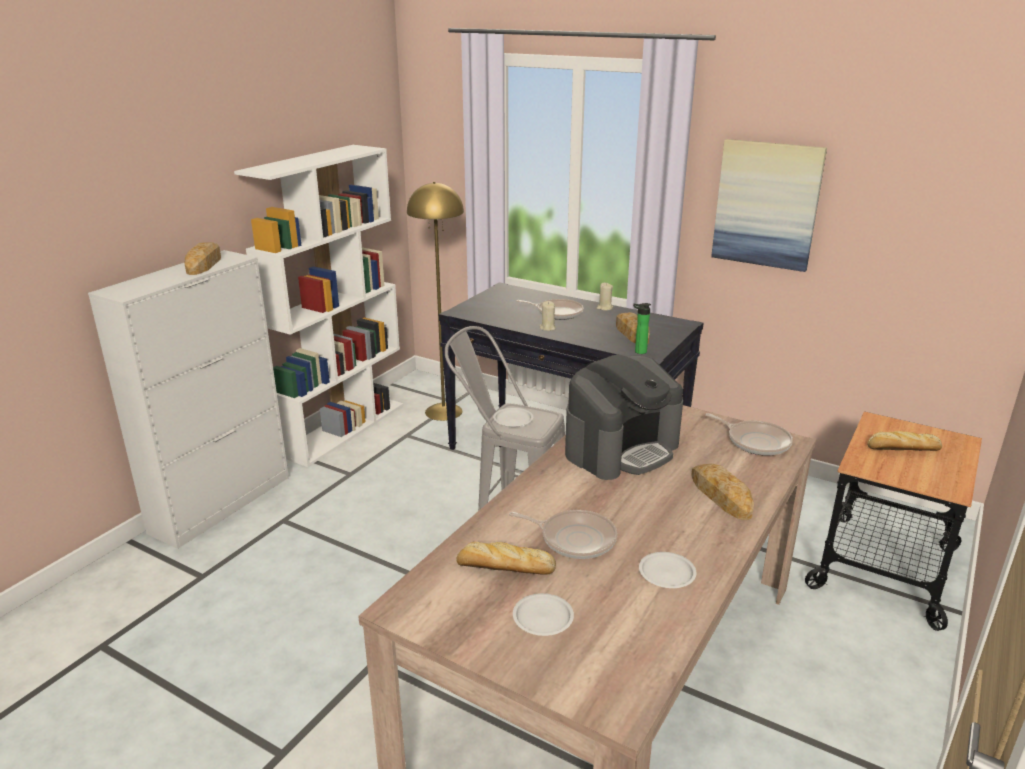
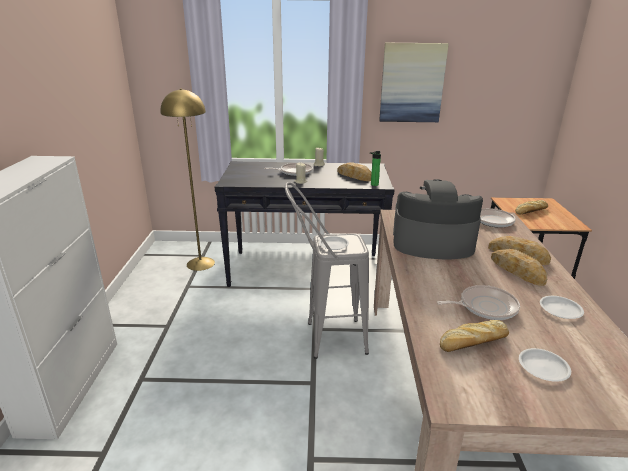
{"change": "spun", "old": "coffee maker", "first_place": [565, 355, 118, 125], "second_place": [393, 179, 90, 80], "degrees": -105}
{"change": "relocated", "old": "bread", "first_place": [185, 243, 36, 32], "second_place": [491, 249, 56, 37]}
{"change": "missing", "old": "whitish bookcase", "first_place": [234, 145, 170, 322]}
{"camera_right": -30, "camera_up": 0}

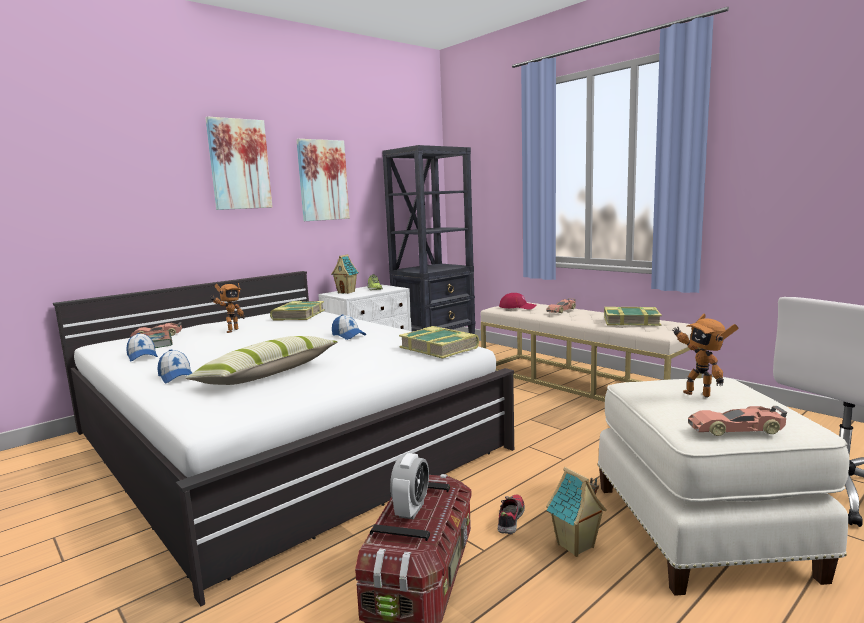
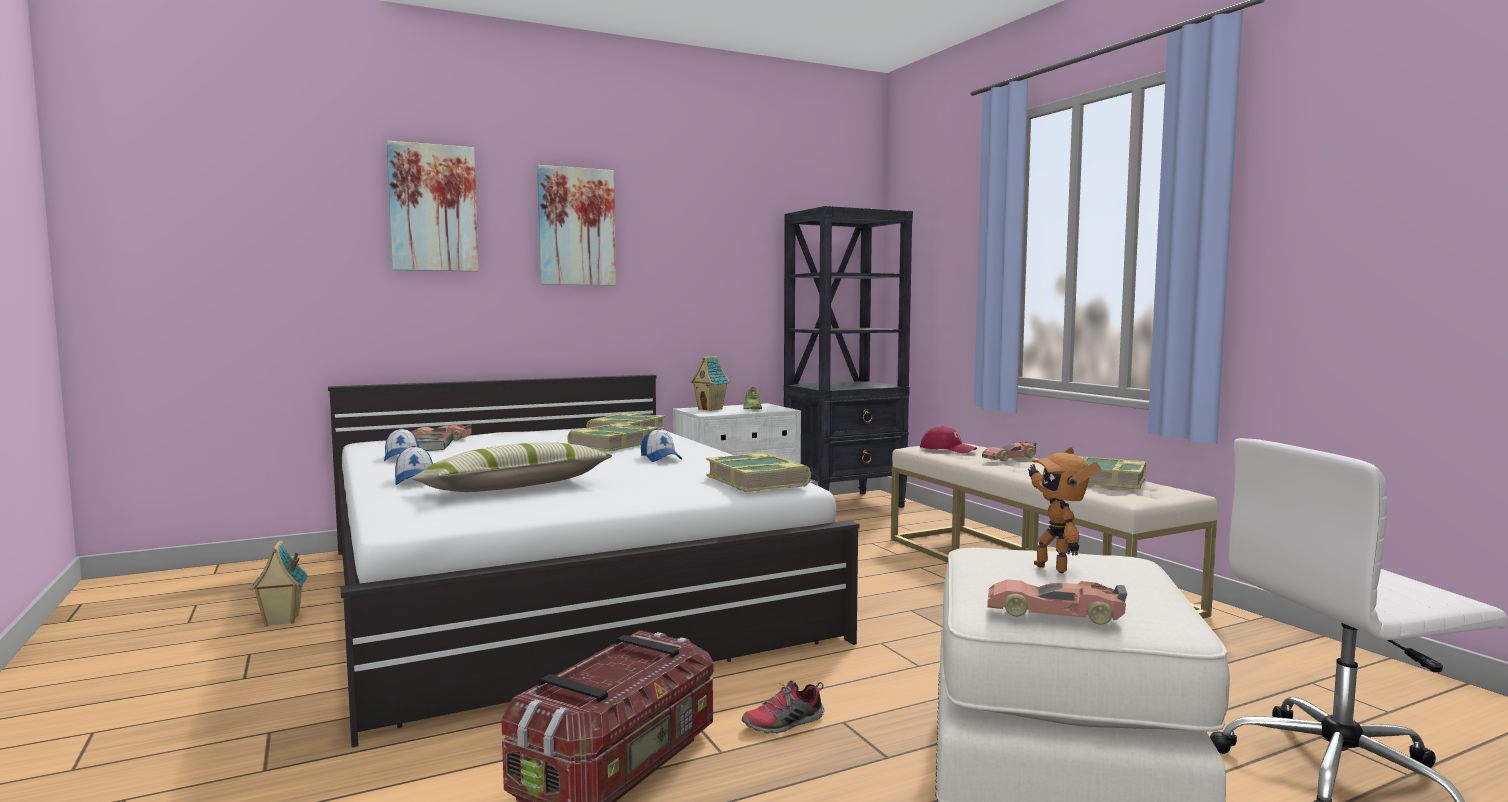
{"change": "relocated", "old": "model house", "first_place": [546, 467, 61, 90], "second_place": [250, 540, 58, 87]}
{"change": "relocated", "old": "picture", "first_place": [296, 139, 54, 82], "second_place": [386, 141, 93, 131]}
{"change": "appeared", "new": "book", "second_place": [567, 423, 91, 29]}
{"change": "spun", "old": "shoe", "first_place": [498, 495, 27, 39], "second_place": [742, 681, 82, 53], "degrees": -150}
{"change": "missing", "old": "robot figure", "first_place": [211, 283, 34, 50]}
{"change": "missing", "old": "alarm clock", "first_place": [390, 453, 39, 66]}
{"camera_right": 15, "camera_up": -5}

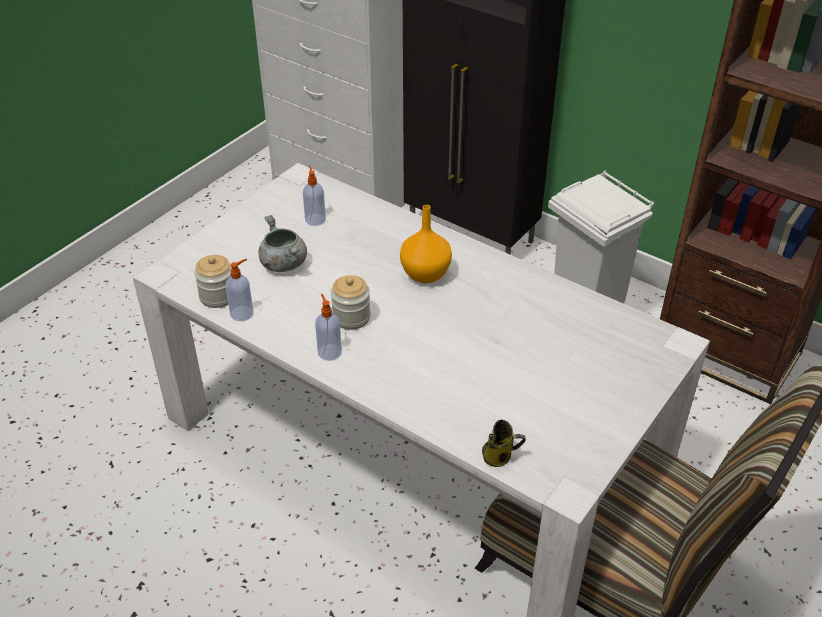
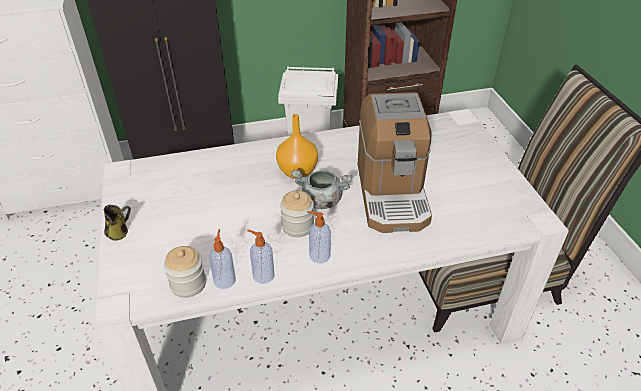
{"change": "relocated", "old": "coffee mug", "first_place": [482, 420, 44, 47], "second_place": [104, 205, 27, 36]}
{"change": "relocated", "old": "soap bottle", "first_place": [303, 165, 23, 61], "second_place": [247, 230, 28, 54]}
{"change": "relocated", "old": "greyish saucepot", "first_place": [258, 215, 49, 57], "second_place": [291, 170, 61, 39]}
{"change": "appeared", "new": "coffee maker", "second_place": [358, 92, 74, 141]}
{"camera_right": -50, "camera_up": 0}

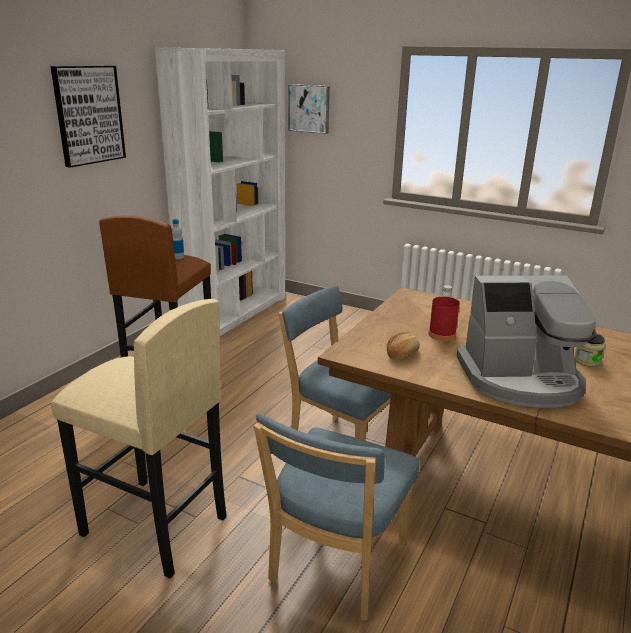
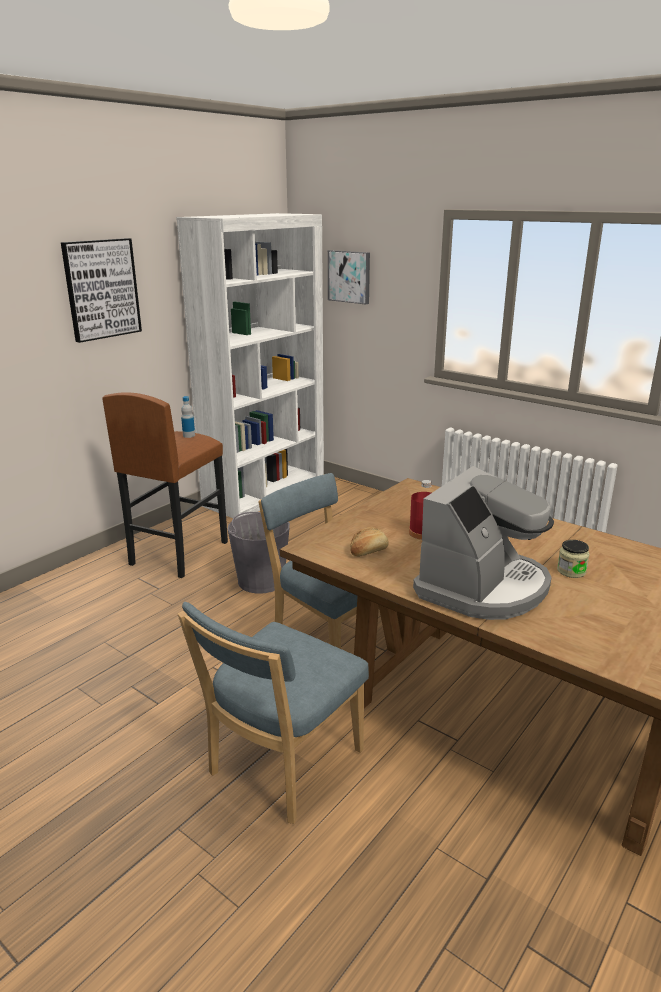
{"change": "appeared", "new": "greyish bucket", "second_place": [228, 512, 62, 82]}
{"change": "spun", "old": "coffee maker", "first_place": [457, 276, 140, 132], "second_place": [413, 466, 141, 154], "degrees": -60}
{"change": "missing", "old": "beige stool", "first_place": [51, 299, 176, 279]}
{"camera_right": 10, "camera_up": 0}

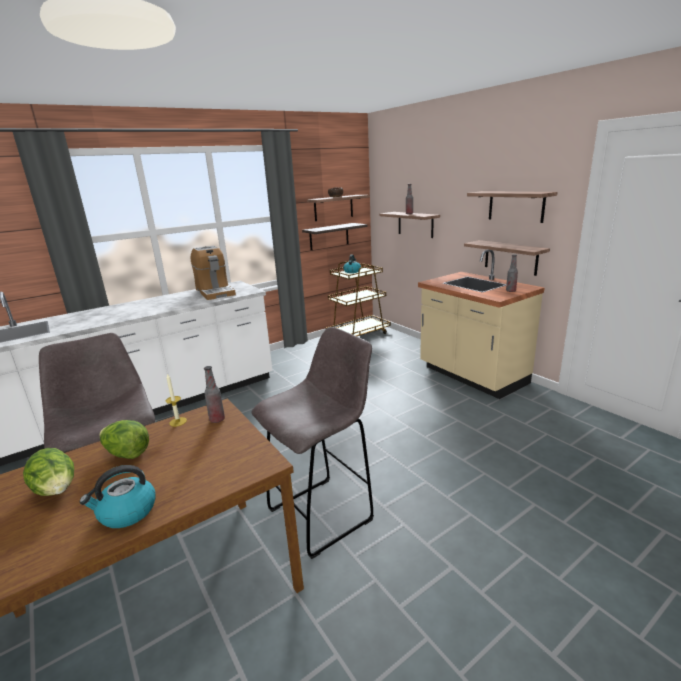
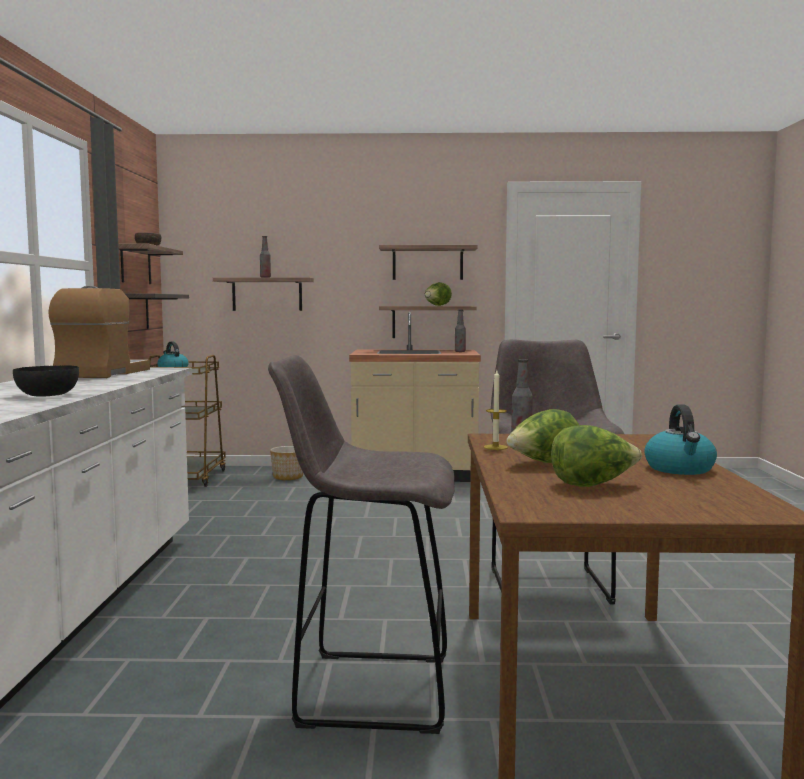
{"change": "appeared", "new": "black bowl", "second_place": [13, 366, 66, 30]}
{"change": "spun", "old": "coffee maker", "first_place": [191, 246, 45, 54], "second_place": [49, 286, 101, 92], "degrees": -90}
{"change": "appeared", "new": "flower pot", "second_place": [270, 446, 34, 34]}
{"change": "appeared", "new": "head of lettuce", "second_place": [425, 282, 27, 24]}
{"camera_right": -55, "camera_up": -15}

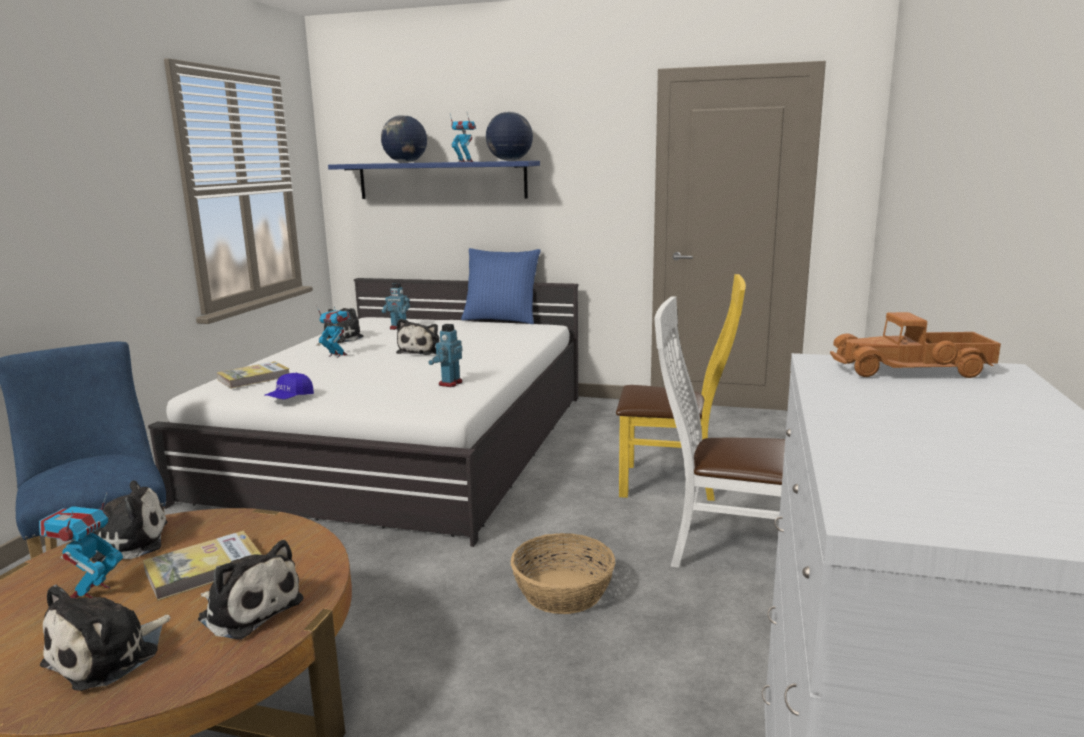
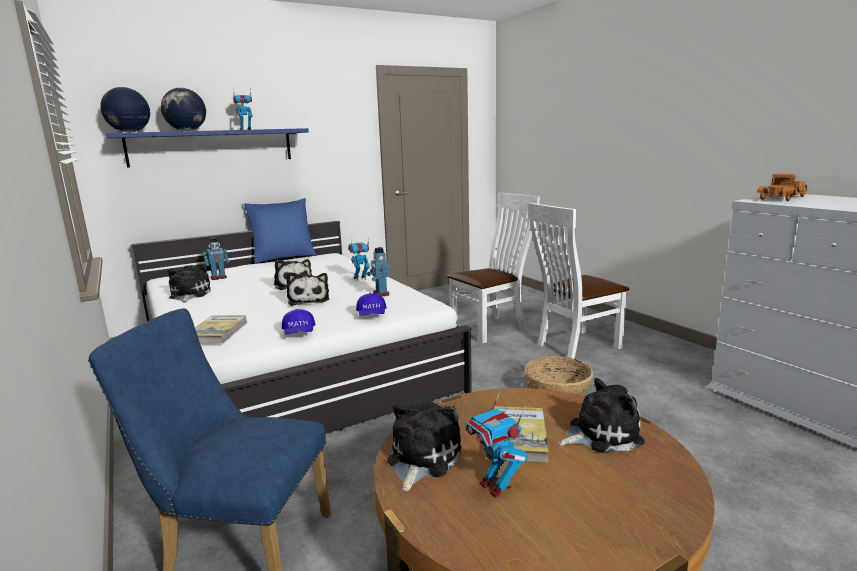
{"change": "relocated", "old": "desk globe", "first_place": [486, 112, 47, 49], "second_place": [100, 87, 50, 46]}
{"change": "relocated", "old": "cuddly toy", "first_place": [40, 585, 131, 106], "second_place": [286, 272, 43, 34]}
{"change": "relocated", "old": "robot figure", "first_place": [316, 306, 34, 52], "second_place": [348, 238, 22, 43]}
{"change": "appeared", "new": "blue baseball cap", "second_place": [356, 293, 31, 23]}
{"change": "colour", "old": "yellow chair", "new": "whitish chair", "first_place": [616, 274, 130, 227], "second_place": [447, 193, 93, 151]}
{"camera_right": -45, "camera_up": 0}

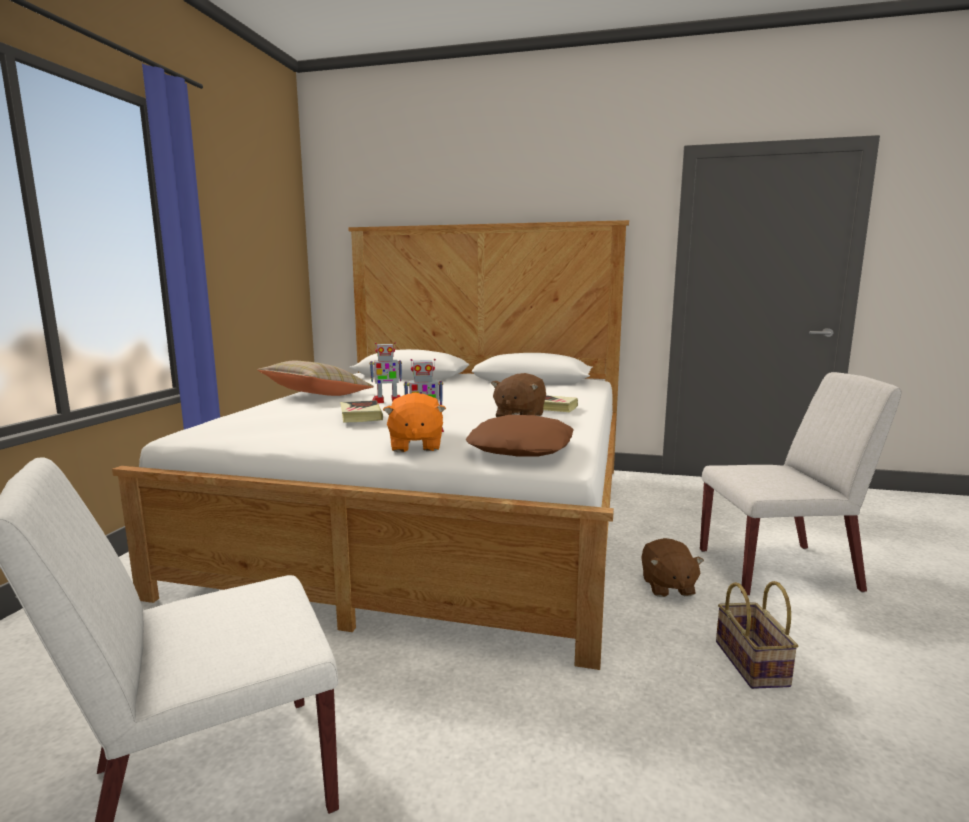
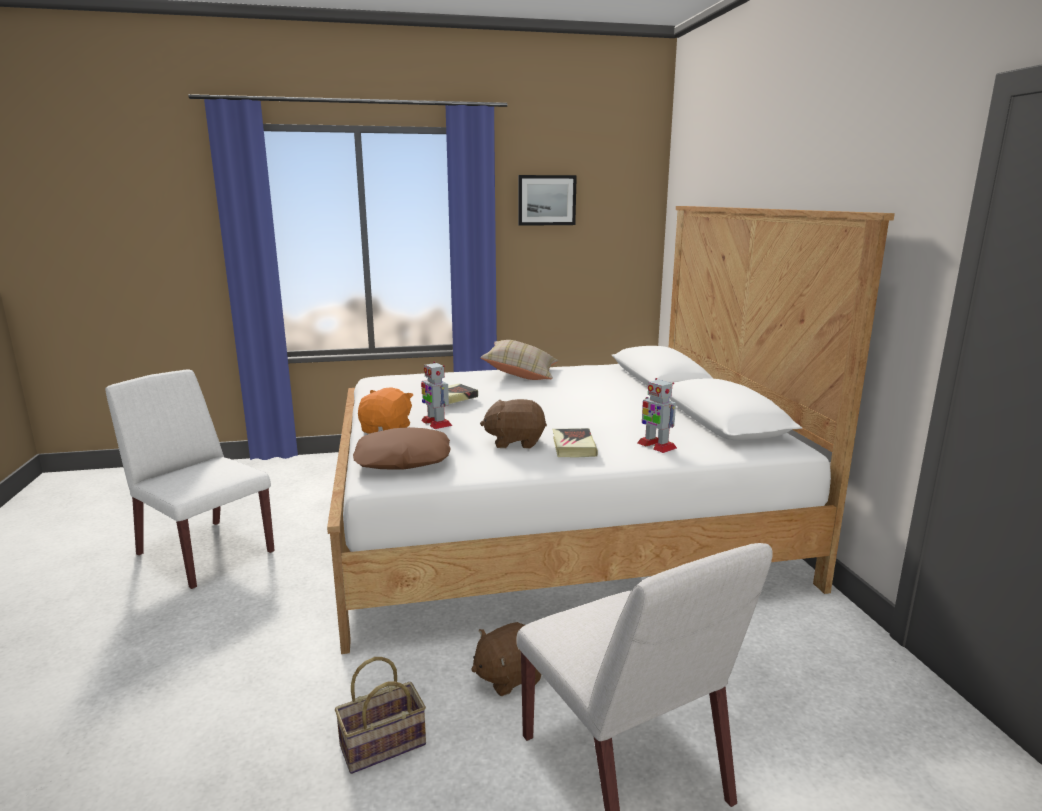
{"change": "spun", "old": "orange-coloured cuddly toy", "first_place": [383, 393, 63, 59], "second_place": [358, 387, 55, 47], "degrees": 135}
{"change": "appeared", "new": "picture", "second_place": [518, 175, 59, 51]}
{"change": "relocated", "old": "robot figure", "first_place": [370, 342, 32, 61], "second_place": [637, 378, 40, 75]}
{"camera_right": 65, "camera_up": 5}

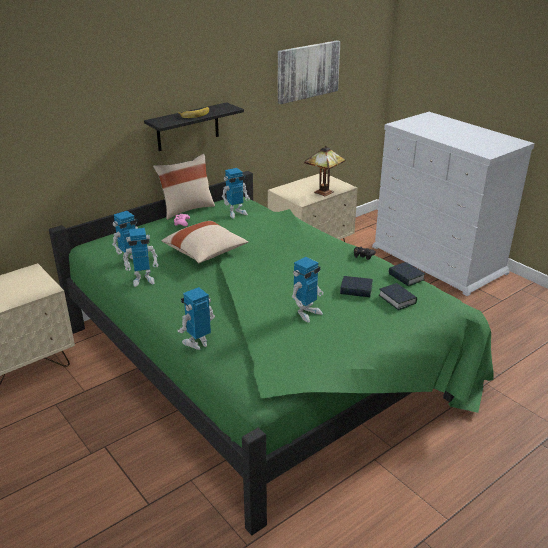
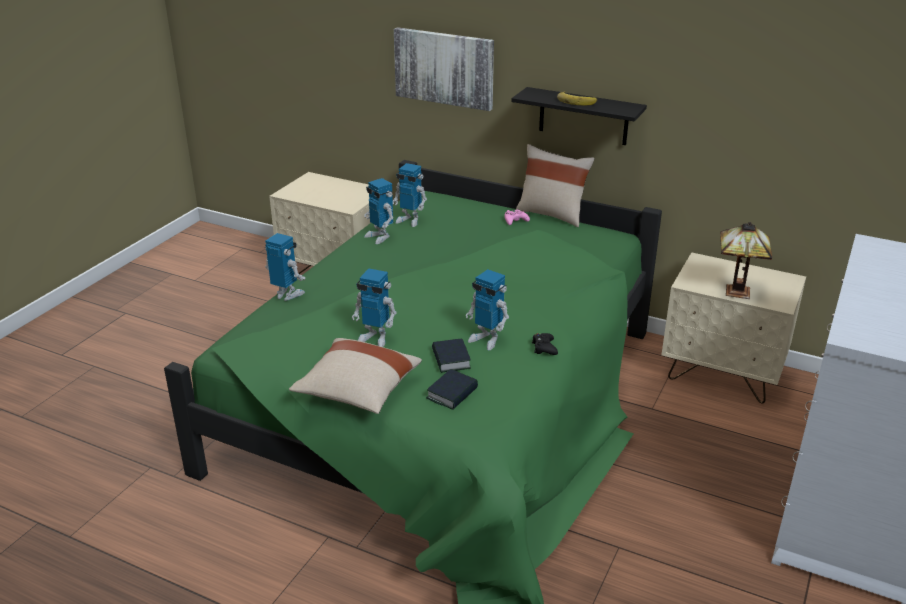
{"change": "relocated", "old": "beige throw pillow", "first_place": [162, 221, 86, 42], "second_place": [289, 338, 133, 76]}
{"change": "relocated", "old": "picture", "first_place": [278, 40, 63, 64], "second_place": [394, 27, 100, 84]}
{"change": "relocated", "old": "robot figure", "first_place": [222, 168, 28, 50], "second_place": [466, 269, 43, 81]}
{"change": "missing", "old": "book", "first_place": [388, 262, 37, 25]}
{"camera_right": 65, "camera_up": 0}

